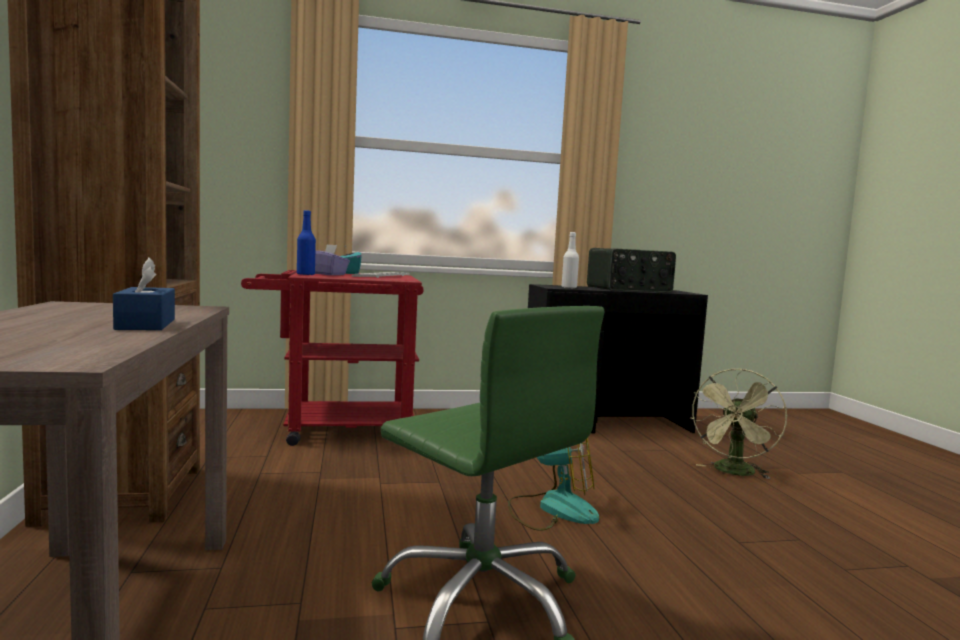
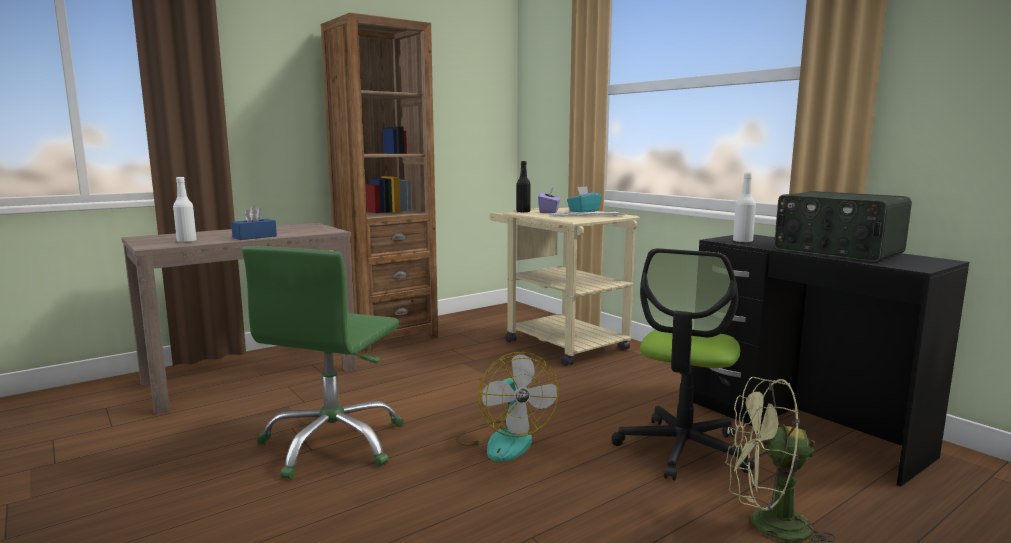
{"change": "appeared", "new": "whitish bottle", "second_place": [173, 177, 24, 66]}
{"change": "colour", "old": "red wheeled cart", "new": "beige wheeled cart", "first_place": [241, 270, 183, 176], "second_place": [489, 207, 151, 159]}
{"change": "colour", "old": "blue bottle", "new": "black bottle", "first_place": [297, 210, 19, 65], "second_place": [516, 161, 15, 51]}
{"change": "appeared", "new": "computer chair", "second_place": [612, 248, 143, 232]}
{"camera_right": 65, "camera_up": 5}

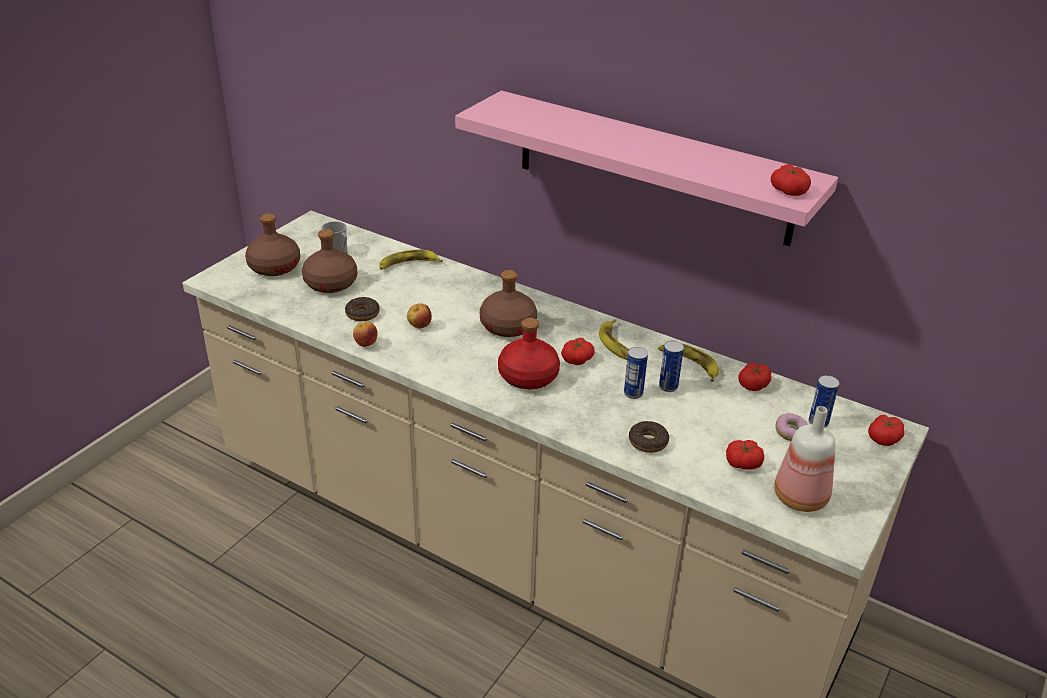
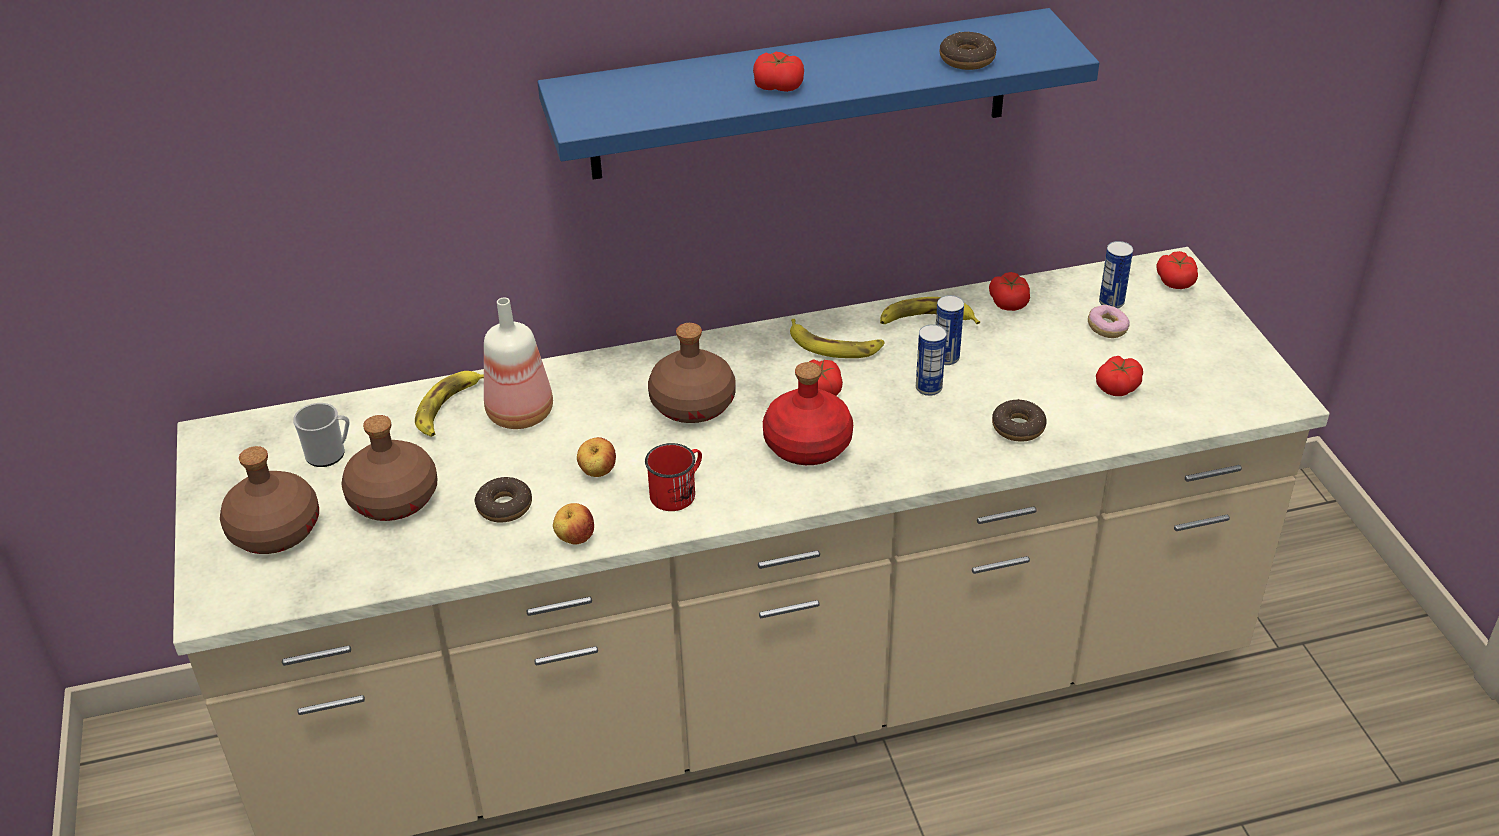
{"change": "relocated", "old": "bottle", "first_place": [774, 406, 62, 106], "second_place": [484, 297, 69, 132]}
{"change": "colour", "old": "pink shelf", "new": "blue shelf", "first_place": [455, 91, 383, 156], "second_place": [538, 8, 561, 172]}
{"change": "appeared", "new": "red coffee mug", "second_place": [645, 443, 57, 68]}
{"change": "relocated", "old": "tomato", "first_place": [771, 164, 40, 32], "second_place": [753, 52, 51, 40]}
{"change": "appeared", "new": "donut", "second_place": [940, 32, 56, 38]}
{"camera_right": -45, "camera_up": 5}

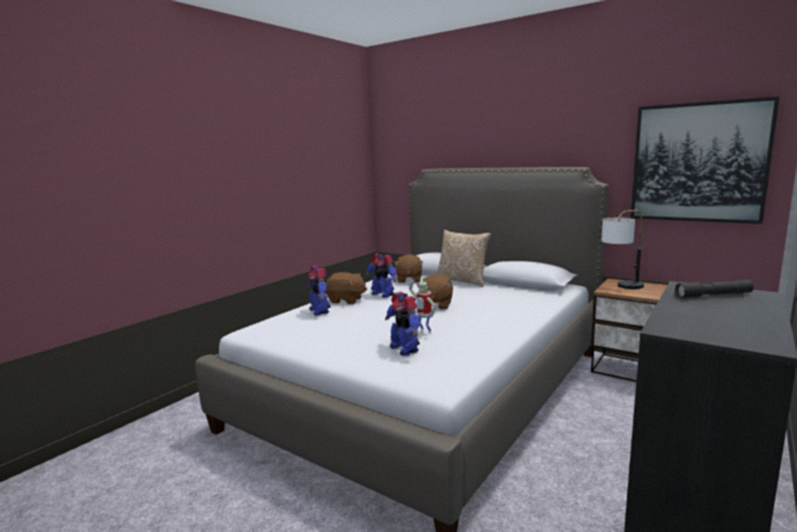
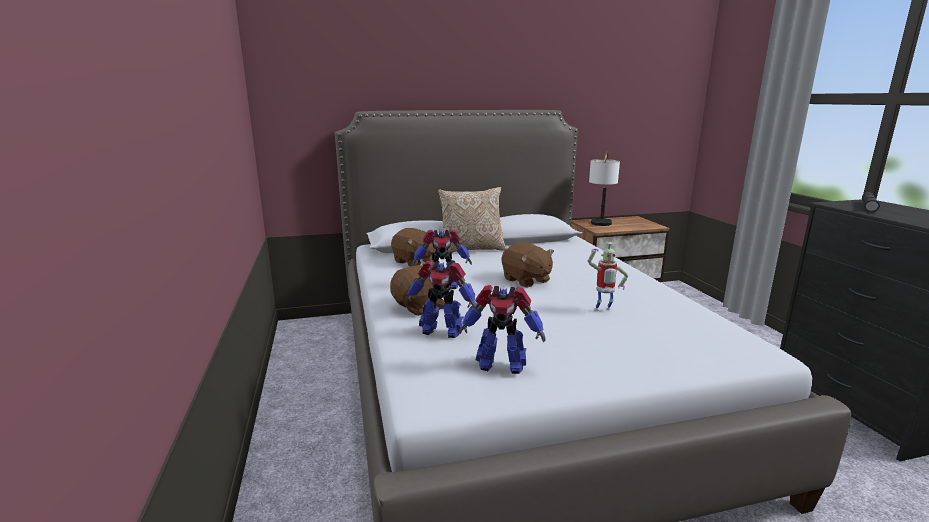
{"change": "relocated", "old": "robot figure", "first_place": [385, 292, 35, 64], "second_place": [459, 285, 86, 89]}
{"change": "missing", "old": "picture", "first_place": [631, 97, 148, 127]}
{"camera_right": -50, "camera_up": 5}

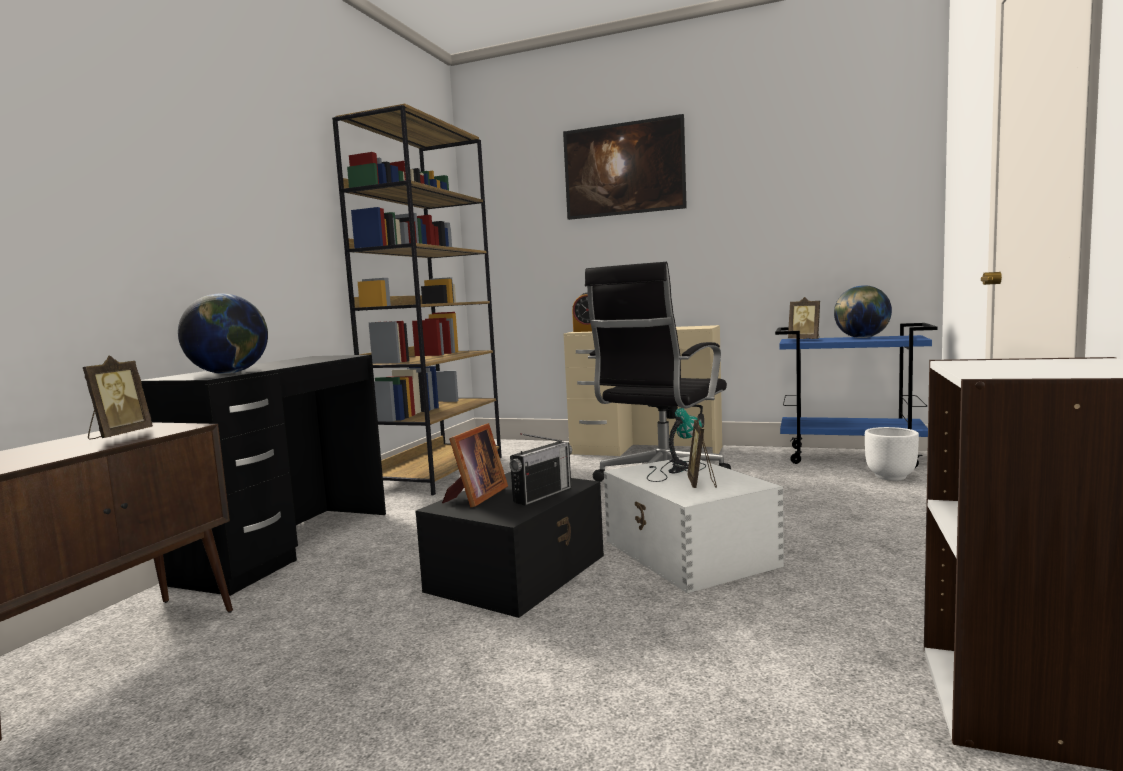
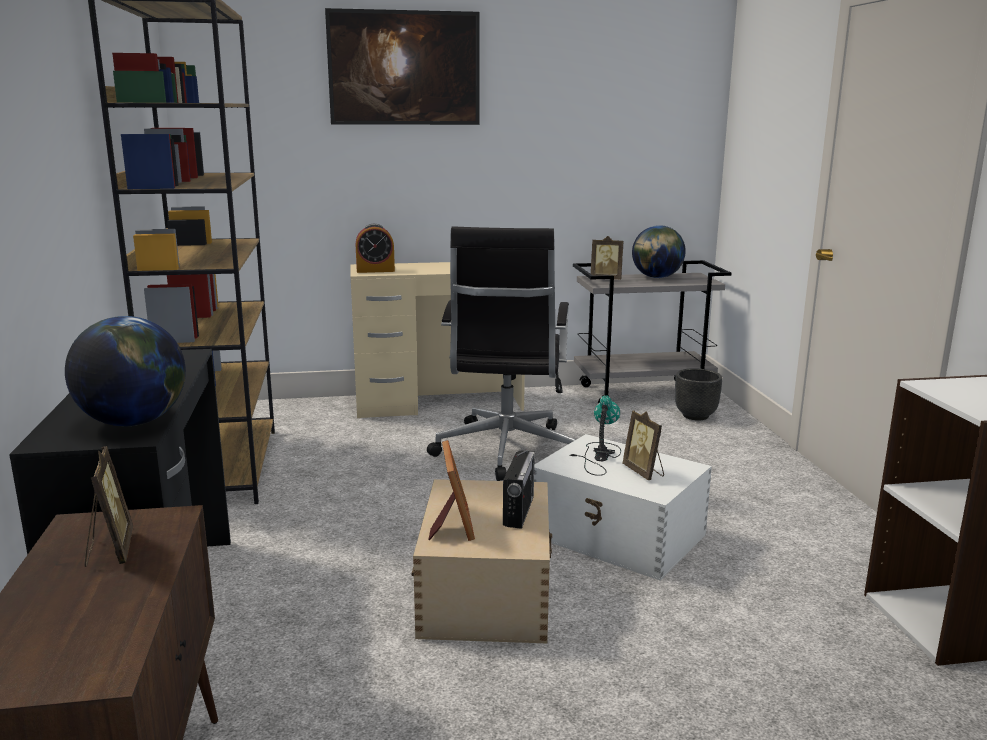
{"change": "colour", "old": "black storage container", "new": "beige storage container", "first_place": [415, 472, 189, 146], "second_place": [411, 479, 141, 164]}
{"change": "colour", "old": "blue wheeled cart", "new": "greyish wheeled cart", "first_place": [775, 323, 163, 145], "second_place": [573, 260, 158, 143]}
{"change": "colour", "old": "whitish flower pot", "new": "black flower pot", "first_place": [865, 427, 54, 54], "second_place": [675, 368, 47, 52]}
{"camera_right": -30, "camera_up": 10}

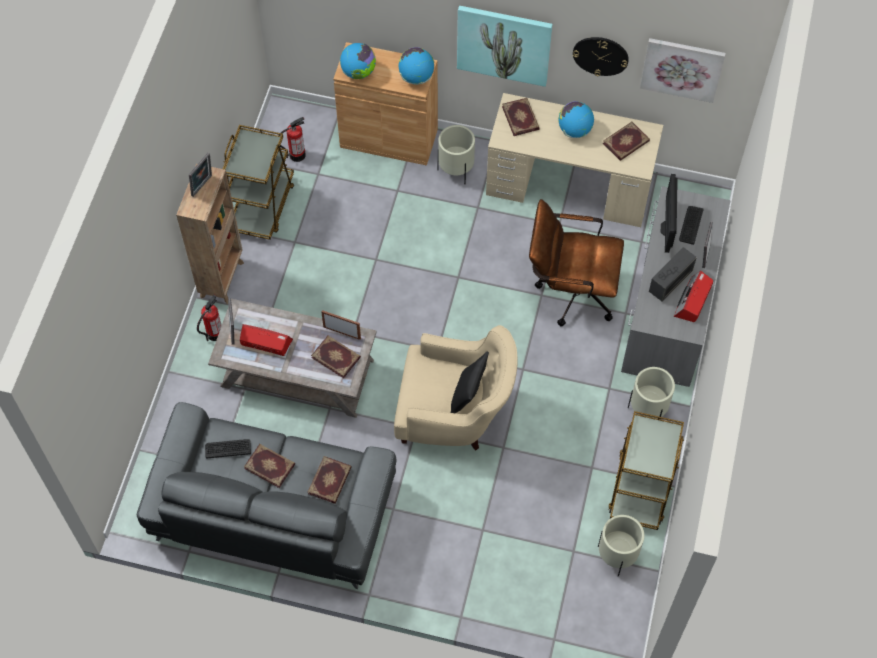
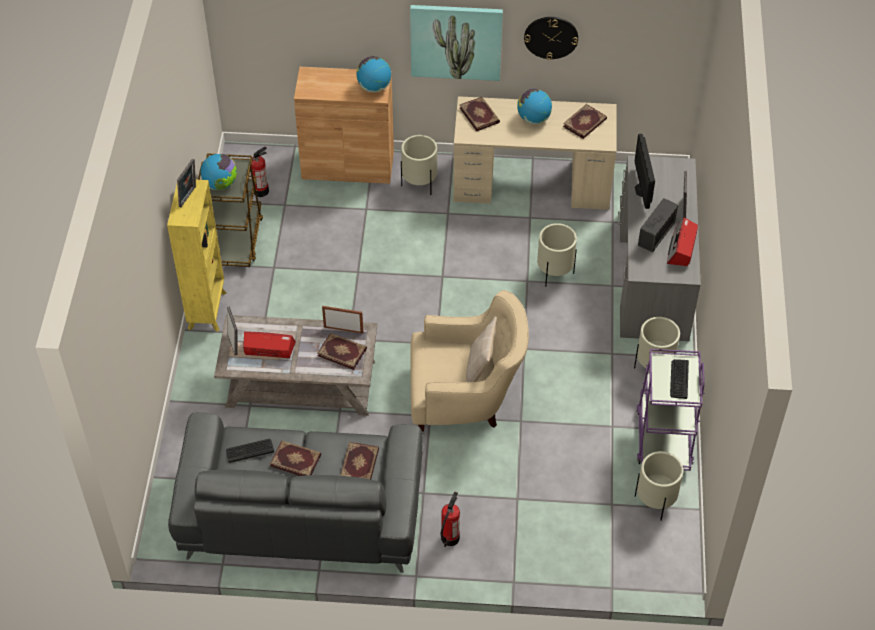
{"change": "colour", "old": "brown-coloured bookcase", "new": "yellow bookcase", "first_place": [176, 164, 68, 140], "second_place": [167, 180, 60, 152]}
{"change": "relocated", "old": "desk globe", "first_place": [340, 43, 36, 36], "second_place": [200, 154, 37, 36]}
{"change": "relocated", "old": "extinguisher", "first_place": [197, 295, 25, 46], "second_place": [441, 492, 19, 55]}
{"change": "colour", "old": "black throw pillow", "new": "beige throw pillow", "first_place": [451, 351, 38, 63], "second_place": [466, 317, 31, 65]}
{"change": "exchanged", "old": "brown-coloured computer chair", "new": "beige flower pot", "first_place": [529, 199, 95, 127], "second_place": [537, 223, 40, 64]}
{"change": "colour", "old": "brown-coloured wheeled cart", "new": "purple wheeled cart", "first_place": [608, 411, 76, 119], "second_place": [637, 349, 68, 122]}
{"change": "relocated", "old": "PC keyboard", "first_place": [679, 206, 25, 39], "second_place": [670, 359, 19, 40]}
{"change": "missing", "old": "picture", "first_place": [640, 38, 86, 65]}
{"camera_right": -10, "camera_up": -10}

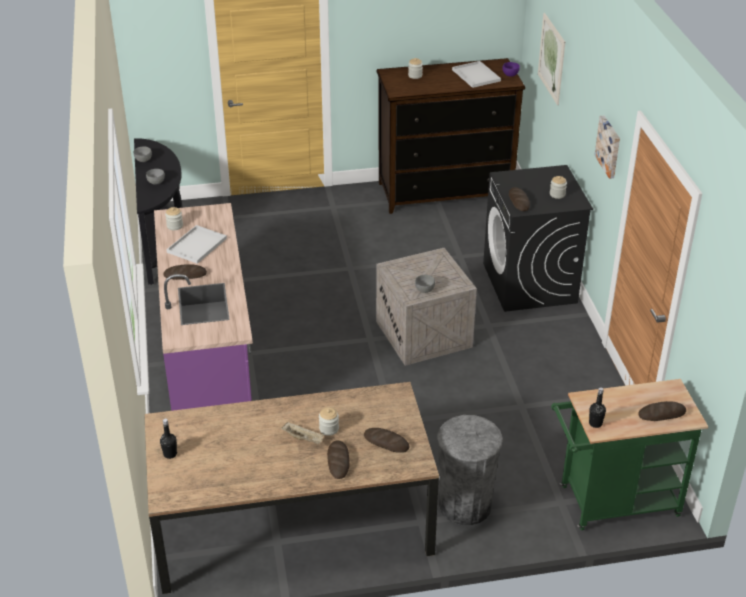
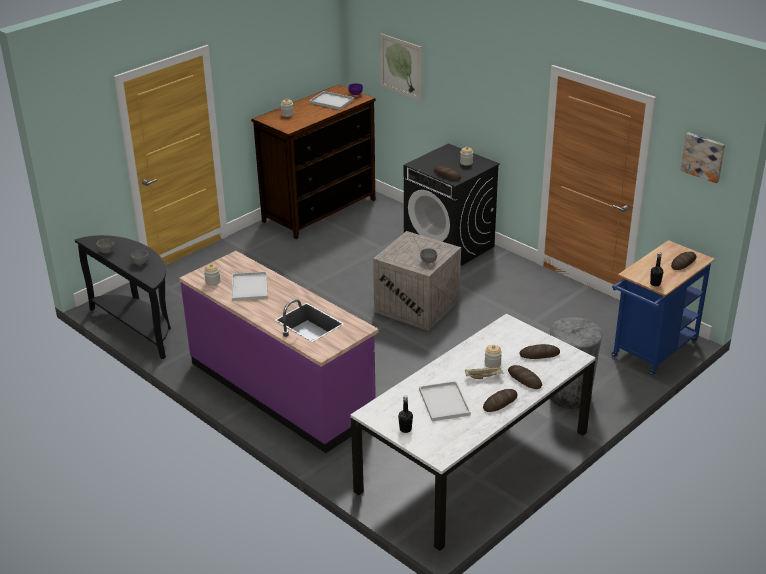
{"change": "colour", "old": "brown-coloured dining table", "new": "whitish dining table", "first_place": [144, 382, 295, 212], "second_place": [350, 314, 246, 237]}
{"change": "appeared", "new": "whitish tray", "second_place": [419, 381, 52, 40]}
{"change": "relocated", "old": "bread", "first_place": [163, 264, 44, 16], "second_place": [483, 389, 35, 23]}
{"change": "colour", "old": "green-coloured wheeled cart", "new": "blue wheeled cart", "first_place": [551, 379, 157, 151], "second_place": [612, 240, 103, 135]}
{"change": "relocated", "old": "picture", "first_place": [595, 116, 25, 63], "second_place": [681, 132, 44, 51]}
{"camera_right": -35, "camera_up": -5}

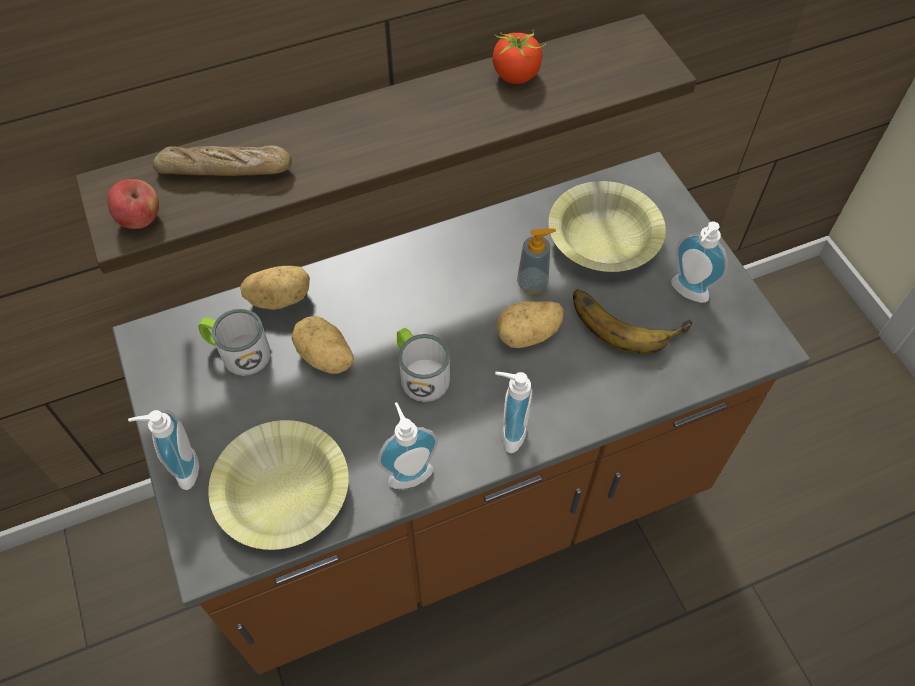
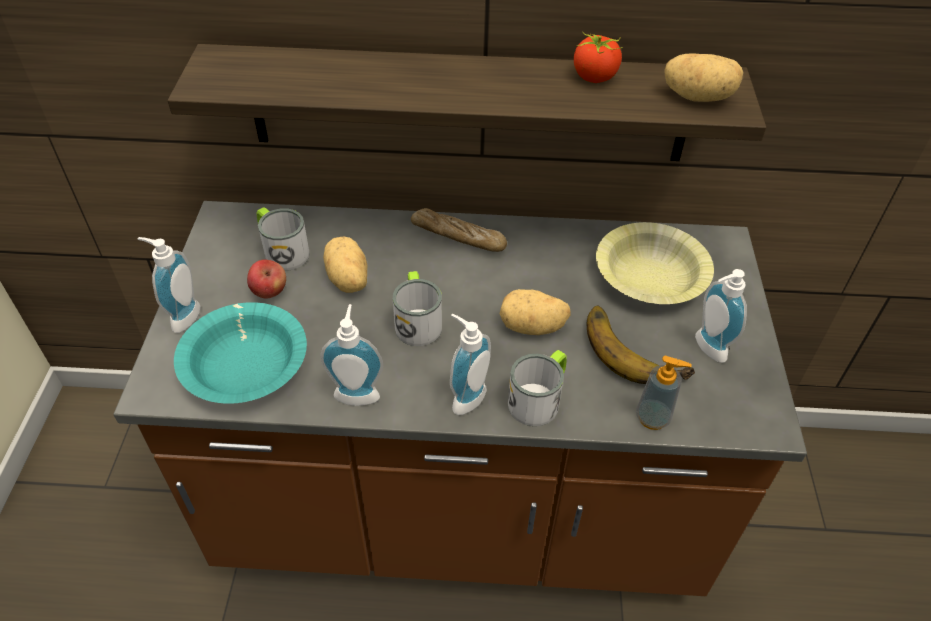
{"change": "colour", "old": "yellow bowl", "new": "turquoise-coloured bowl", "first_place": [208, 420, 141, 130], "second_place": [174, 302, 133, 102]}
{"change": "relocated", "old": "whole apple", "first_place": [107, 179, 52, 50], "second_place": [247, 260, 39, 39]}
{"change": "relocated", "old": "bread", "first_place": [153, 145, 139, 31], "second_place": [411, 208, 96, 44]}
{"change": "appeared", "new": "coffee mug", "second_place": [508, 350, 59, 76]}
{"change": "relocated", "old": "soap bottle", "first_place": [517, 228, 39, 66], "second_place": [636, 356, 56, 74]}
{"change": "relocated", "old": "spud", "first_place": [240, 266, 70, 44], "second_place": [664, 54, 79, 48]}
{"camera_right": 25, "camera_up": -10}

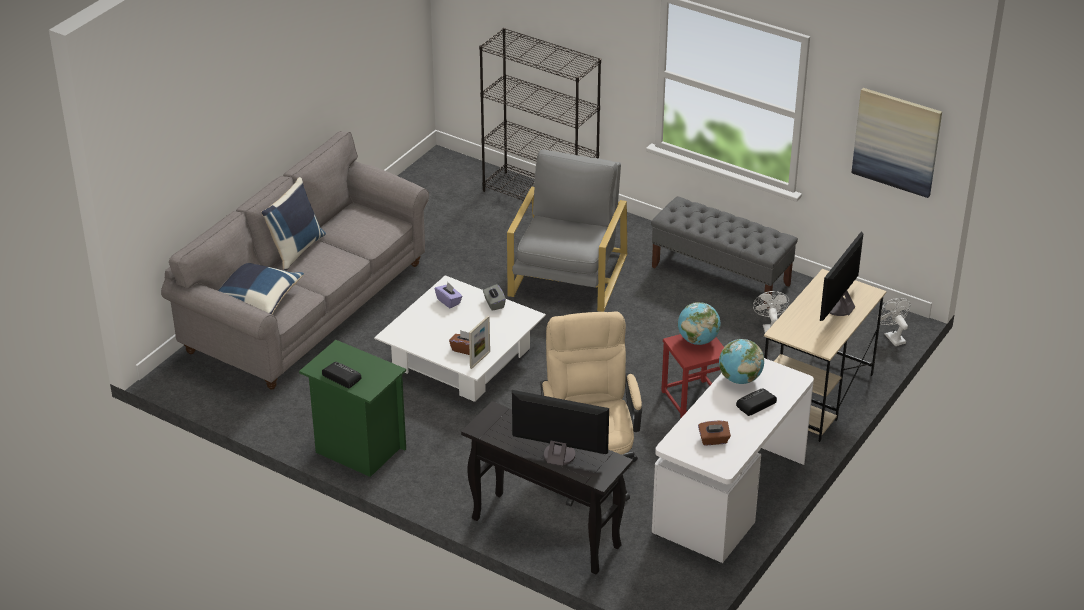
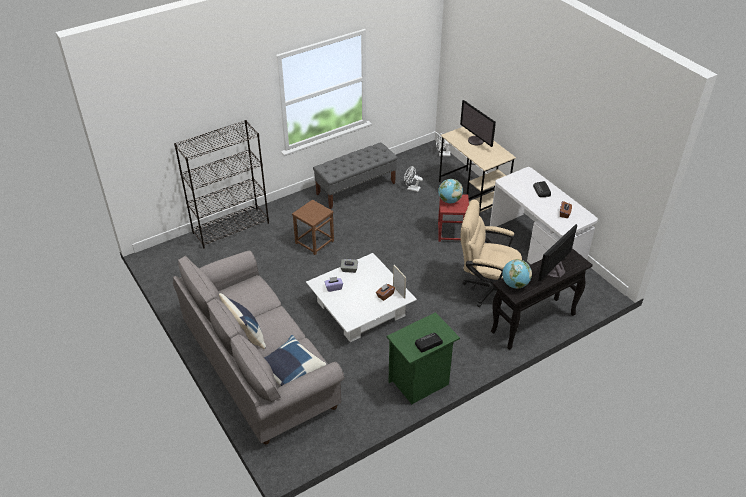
{"change": "exchanged", "old": "greyish lounge chair", "new": "brown-coloured stool", "first_place": [507, 150, 120, 162], "second_place": [292, 200, 42, 55]}
{"change": "relocated", "old": "desk globe", "first_place": [719, 339, 45, 45], "second_place": [502, 259, 30, 30]}
{"change": "missing", "old": "picture", "first_place": [852, 88, 90, 110]}
{"camera_right": -65, "camera_up": 5}

